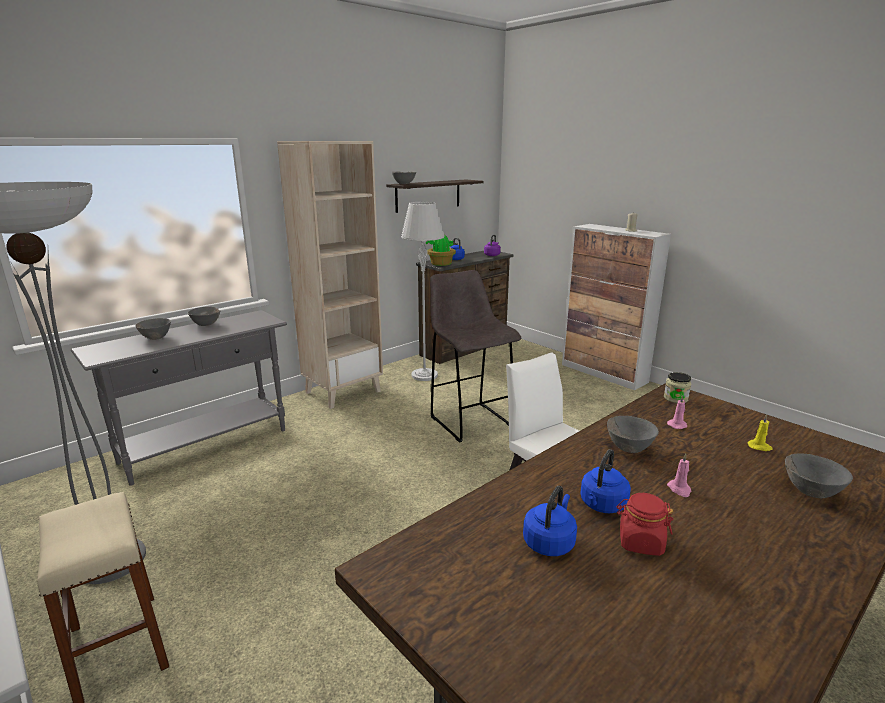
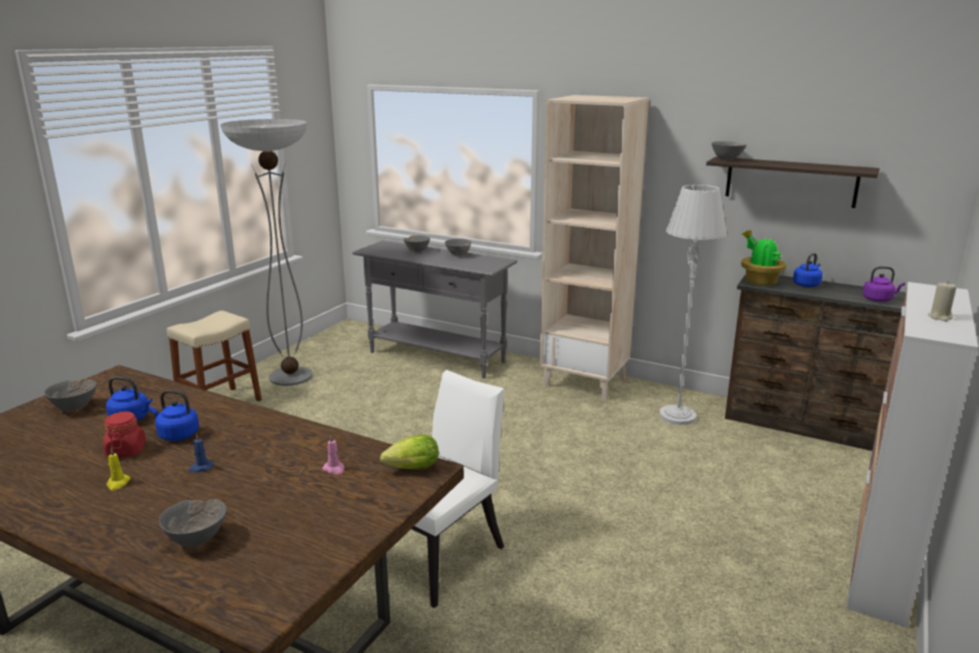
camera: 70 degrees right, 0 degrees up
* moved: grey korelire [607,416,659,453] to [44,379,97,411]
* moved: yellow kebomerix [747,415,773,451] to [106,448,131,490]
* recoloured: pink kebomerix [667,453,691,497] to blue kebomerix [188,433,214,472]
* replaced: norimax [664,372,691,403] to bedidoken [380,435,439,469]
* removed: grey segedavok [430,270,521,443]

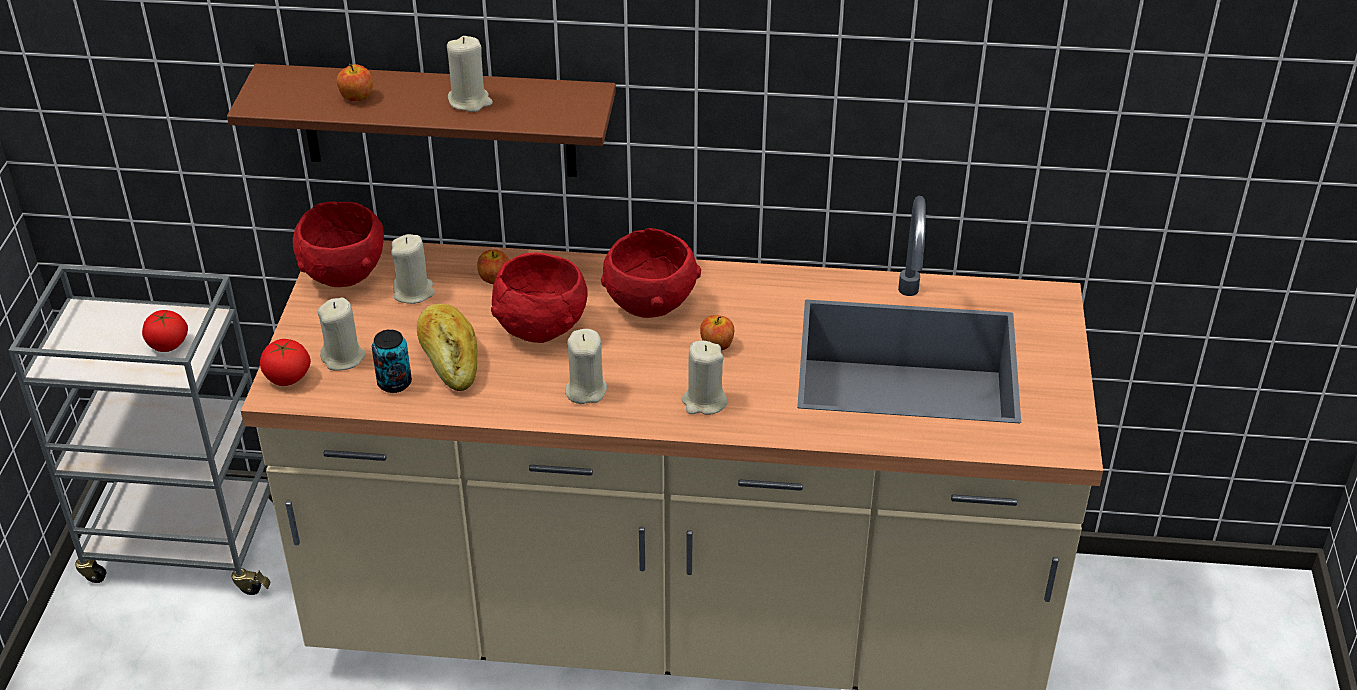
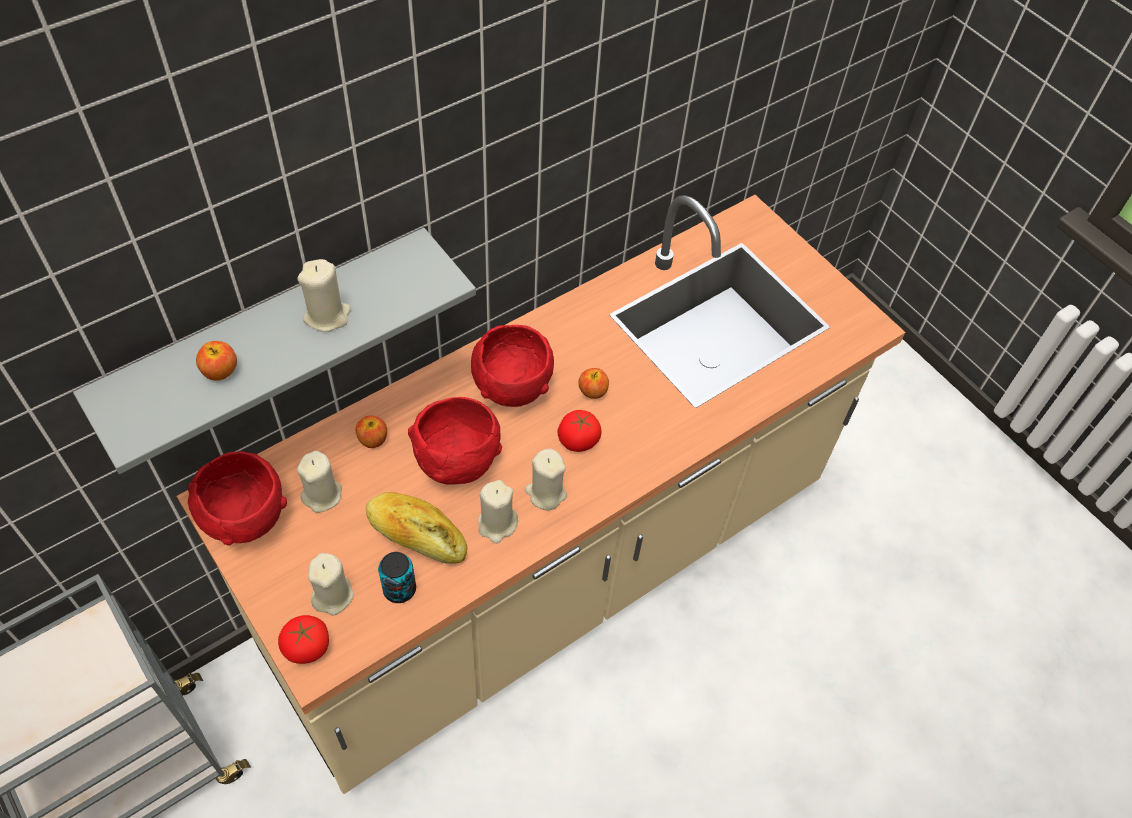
camera: 45 degrees left, 15 degrees up
* recoloured: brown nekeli [227,64,616,177] to grey nekeli [73,228,476,474]
* moved: beige kebomerix [682,341,728,415] to [478,480,518,544]
* moved: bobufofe [142,310,188,352] to [558,410,602,452]

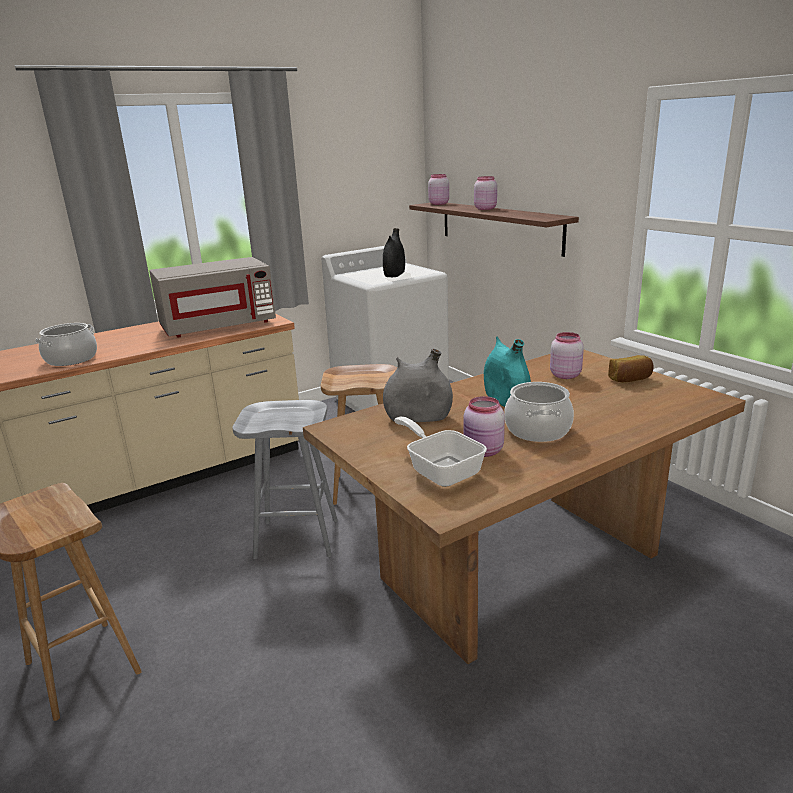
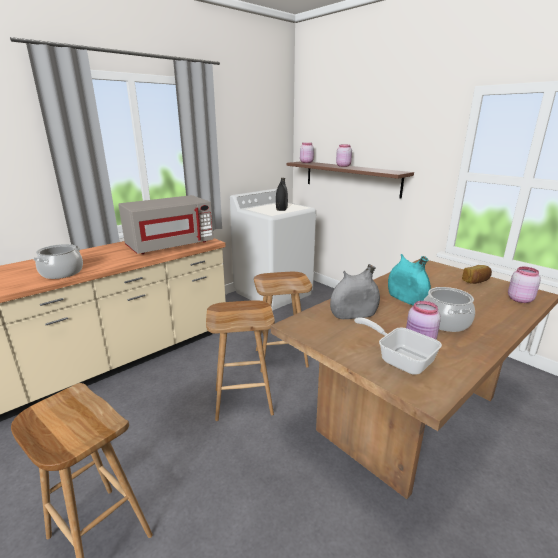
camera: 10 degrees left, 0 degrees up
* recoloured: grey segedavok [232,400,338,559] to brown segedavok [206,300,275,421]
* moved: pink norimax [550,332,584,379] to [508,267,541,303]

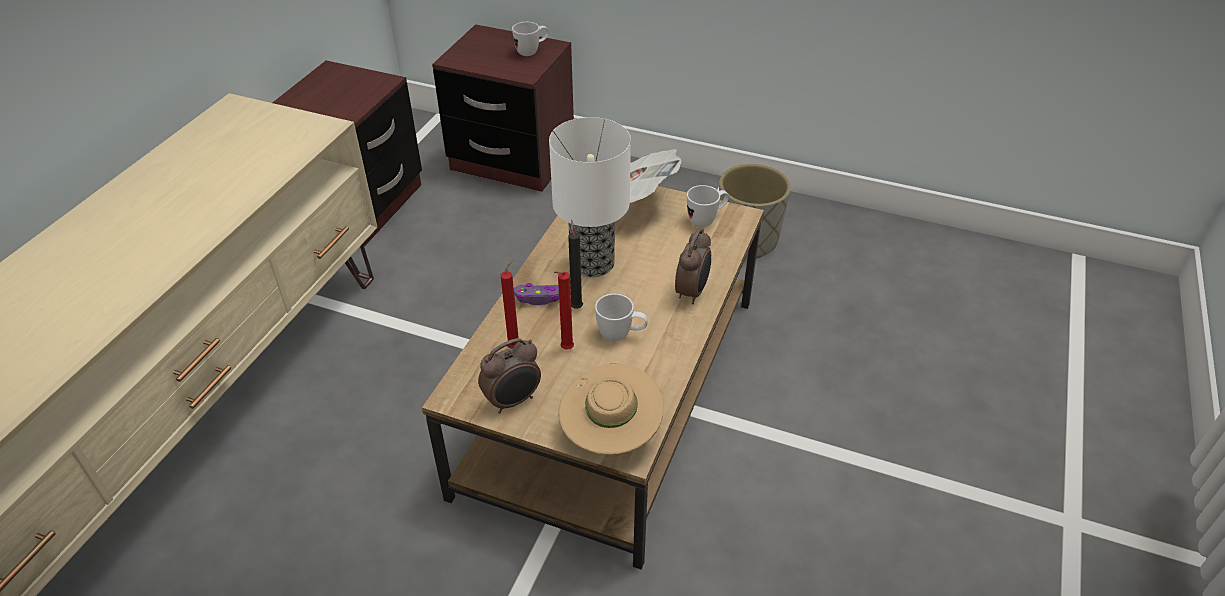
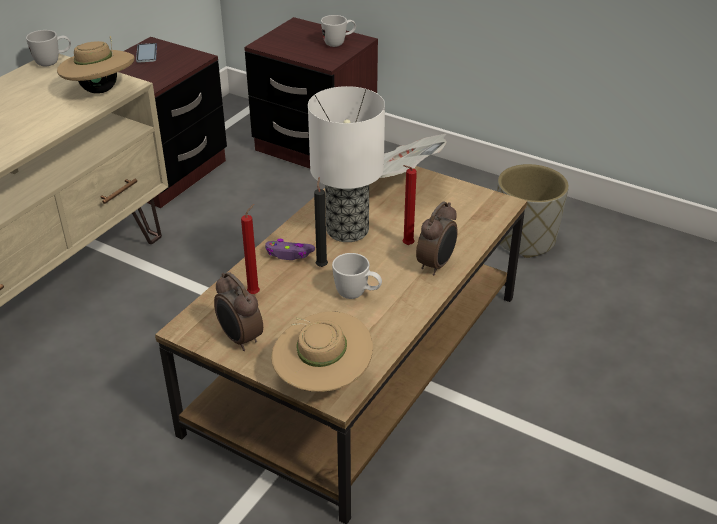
camera: 10 degrees right, 5 degrees down
* moved: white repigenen [687,185,729,227] to [26,30,71,66]
* added: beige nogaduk [57,36,135,94]
* added: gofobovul [136,43,157,63]
* turned: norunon [478,338,541,414] = [214,272,263,351] 75 degrees clockwise
* moved: red kebomerix [554,271,574,349] to [402,165,417,245]

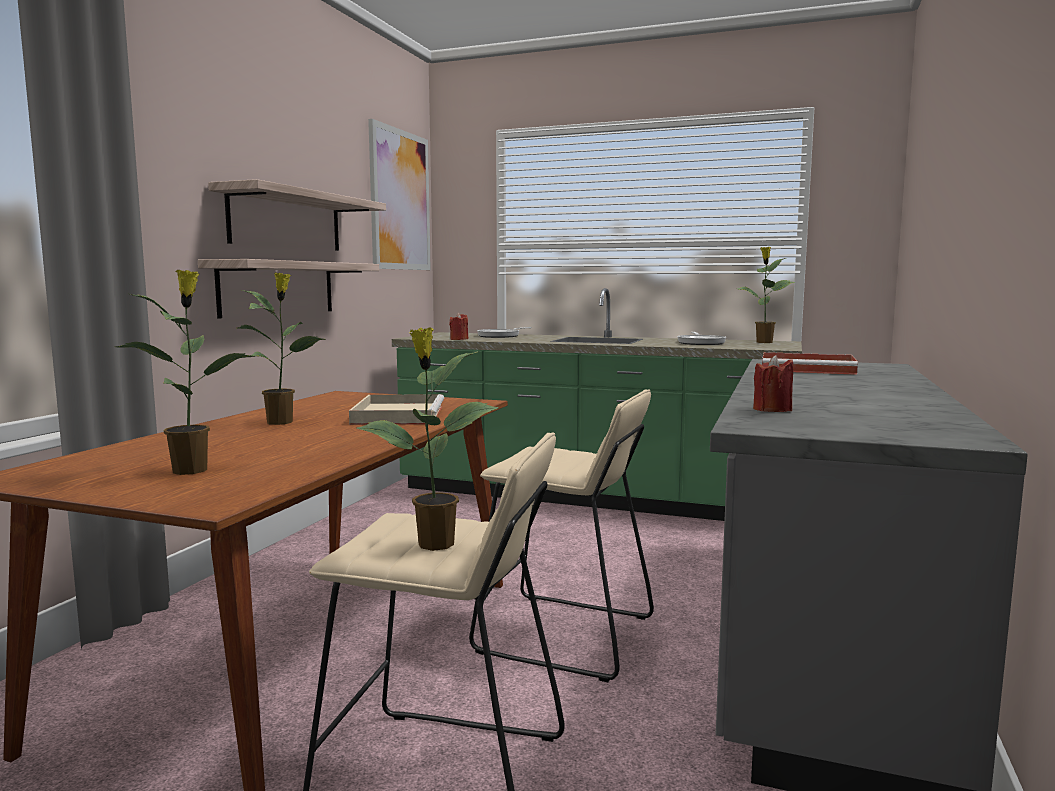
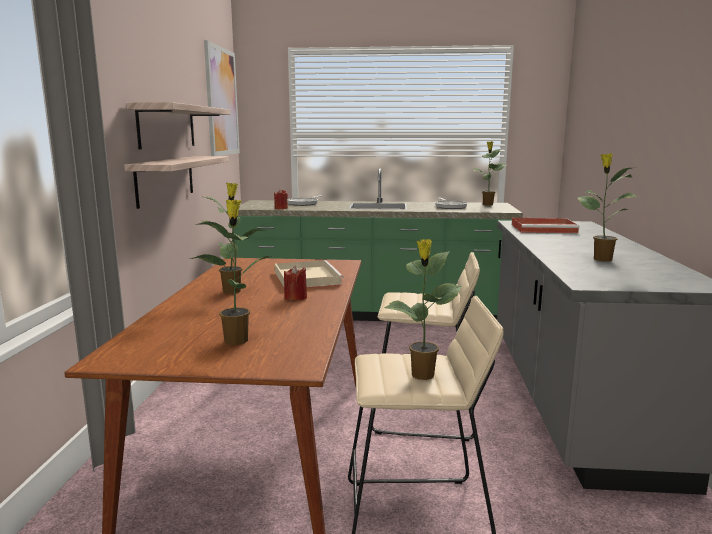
camera: 15 degrees left, 5 degrees up
* moved: red kebomerix [753,355,793,412] to [284,265,307,301]
* added: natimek [577,153,638,262]

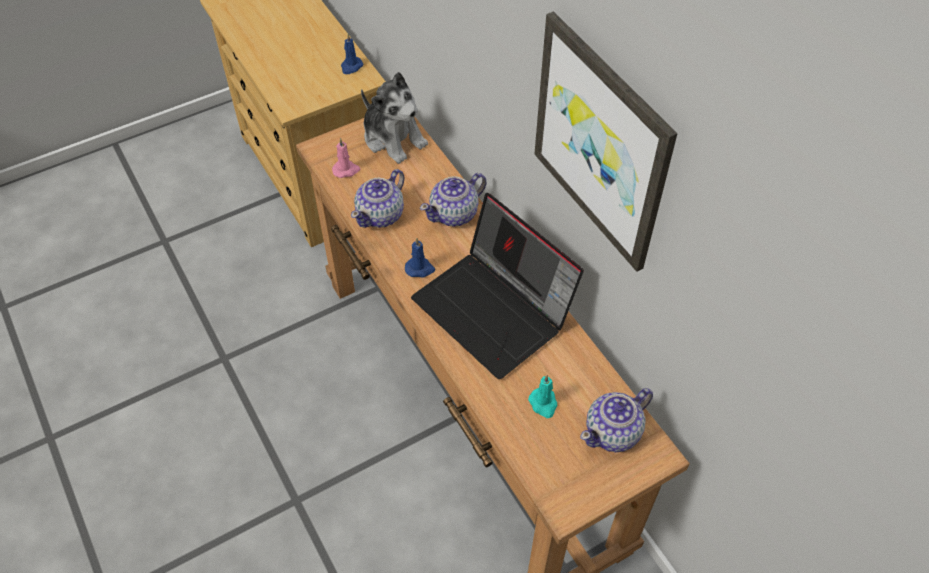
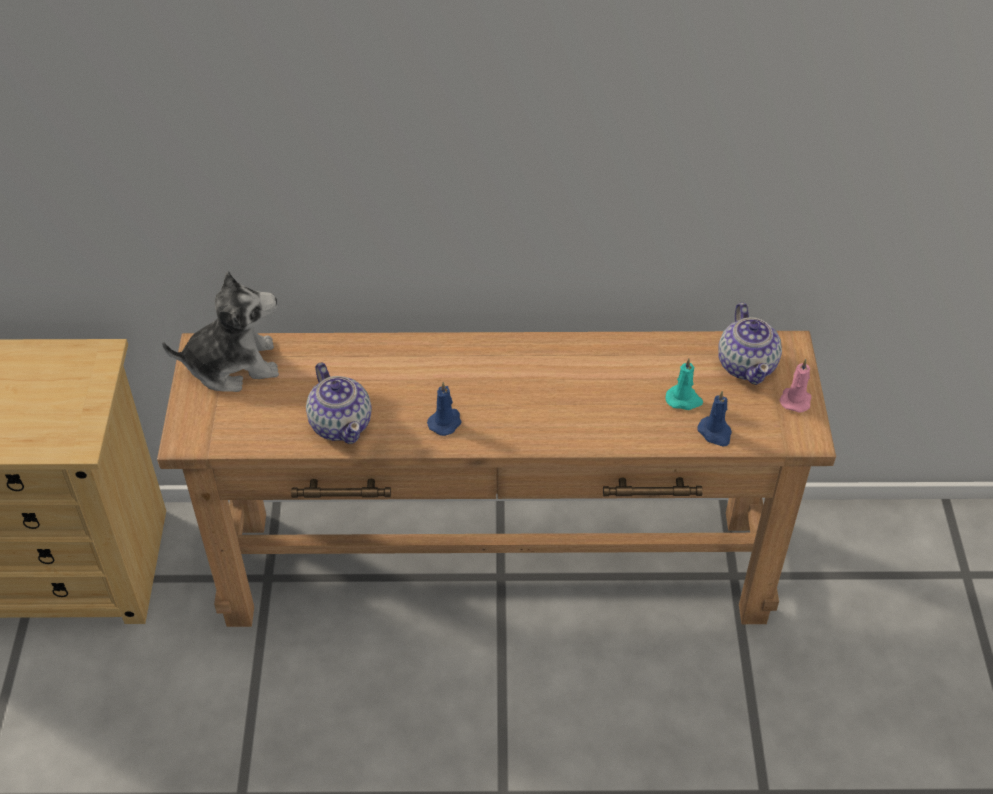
camera: 60 degrees left, 5 degrees down
* moved: blue kebomerix [341,34,363,75] to [697,391,732,447]
* moved: pink kebomerix [332,138,360,178] to [779,359,811,413]
* removed: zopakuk [411,193,584,379]
* removed: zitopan [420,173,487,227]
* removed: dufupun [534,11,677,272]

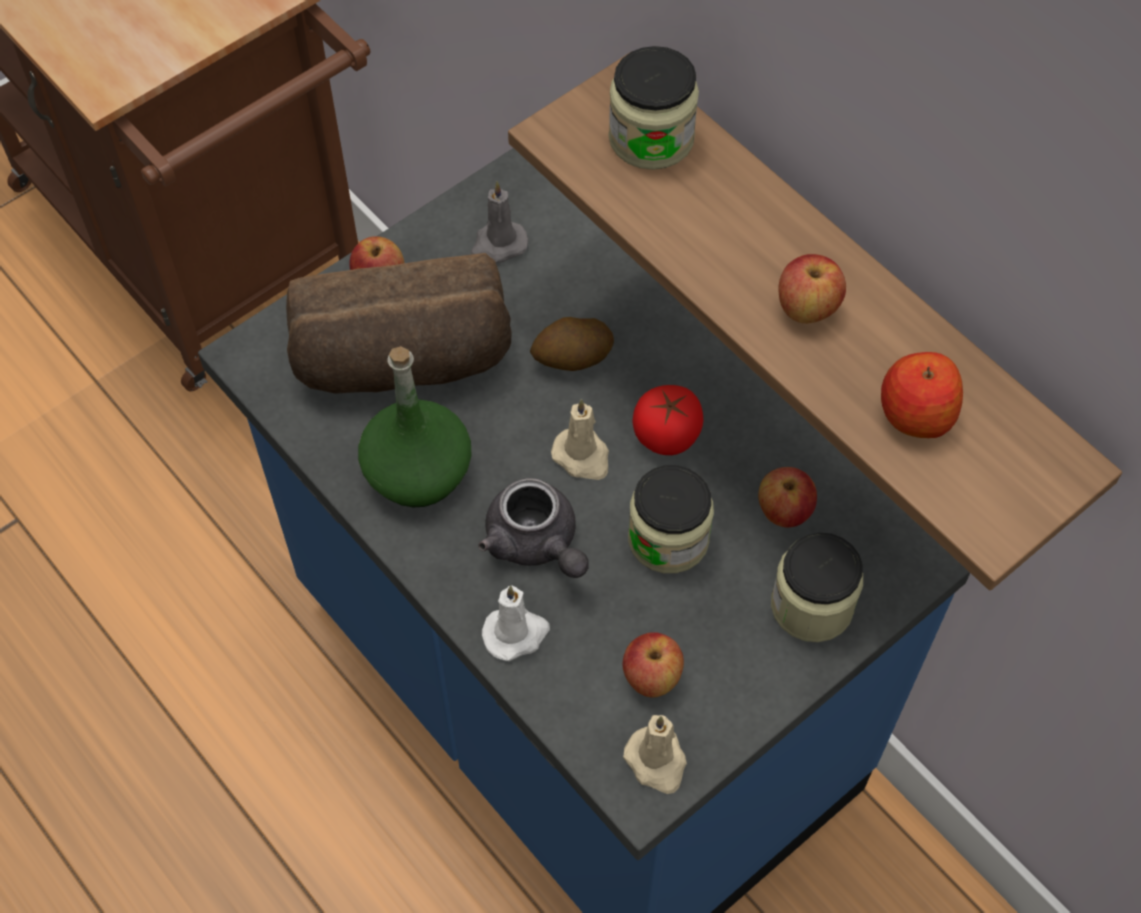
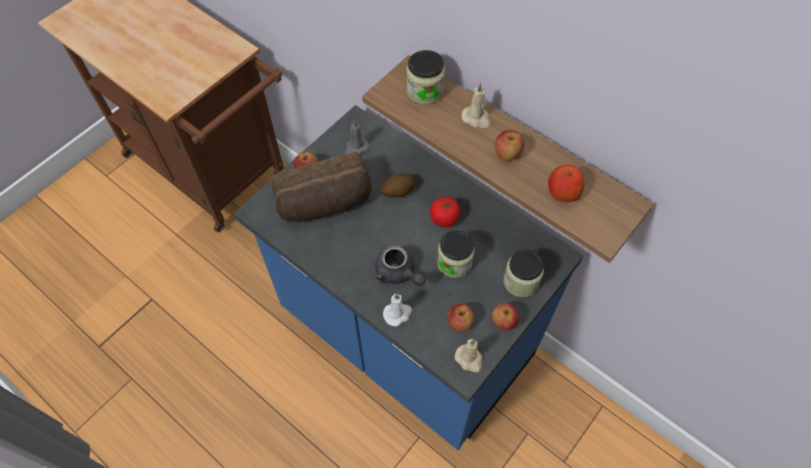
camera: 10 degrees left, 0 degrees up
* moved: beige kebomerix [551,399,609,480] to [461,83,491,128]
* moved: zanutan [758,467,817,528] to [492,303,519,331]
* removed: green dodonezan [358,346,472,507]

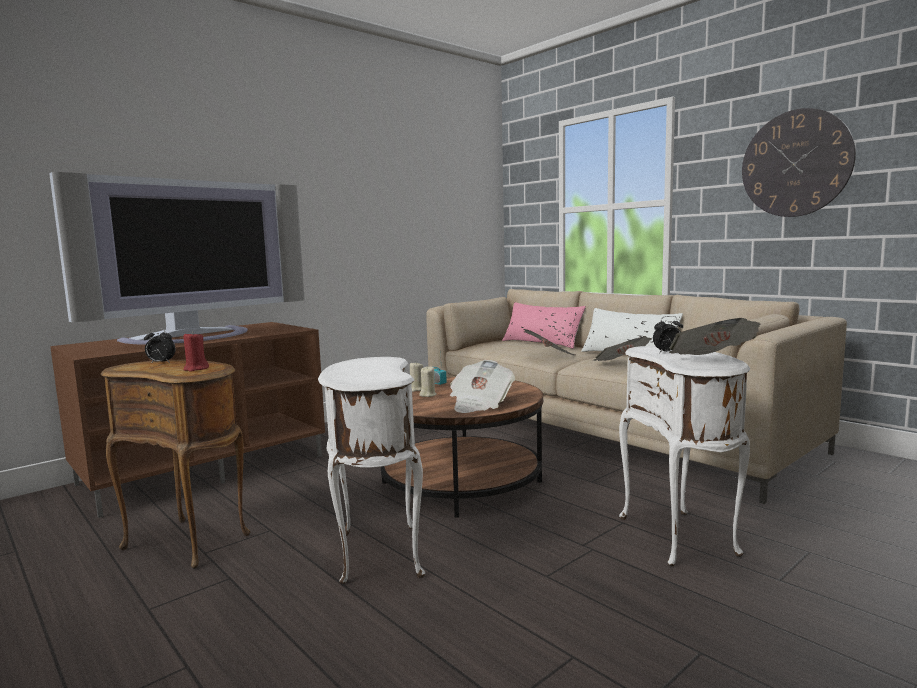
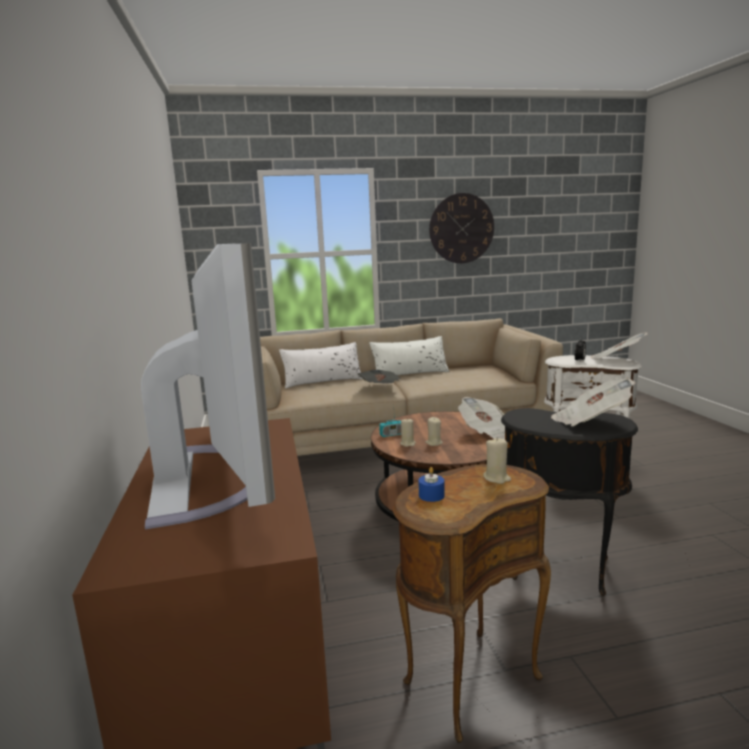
camera: 60 degrees left, 5 degrees up
* recoloured: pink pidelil [502,302,586,349] to white pidelil [279,342,363,389]
* replaced: norunon [144,328,176,364] to blue kebomerix [419,467,445,502]
* recoloured: red kebomerix [183,331,209,372] to beige kebomerix [483,437,511,484]
* recoloured: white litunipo [318,357,425,584] to black litunipo [501,408,638,596]
* moved: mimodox [593,336,652,361] to [551,379,635,426]

